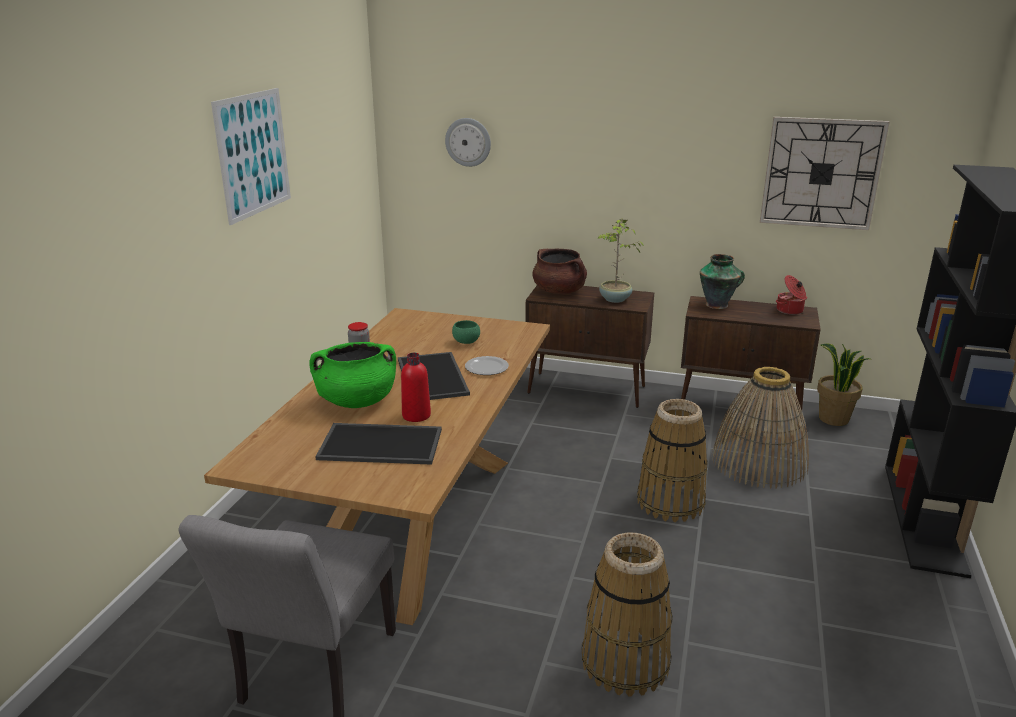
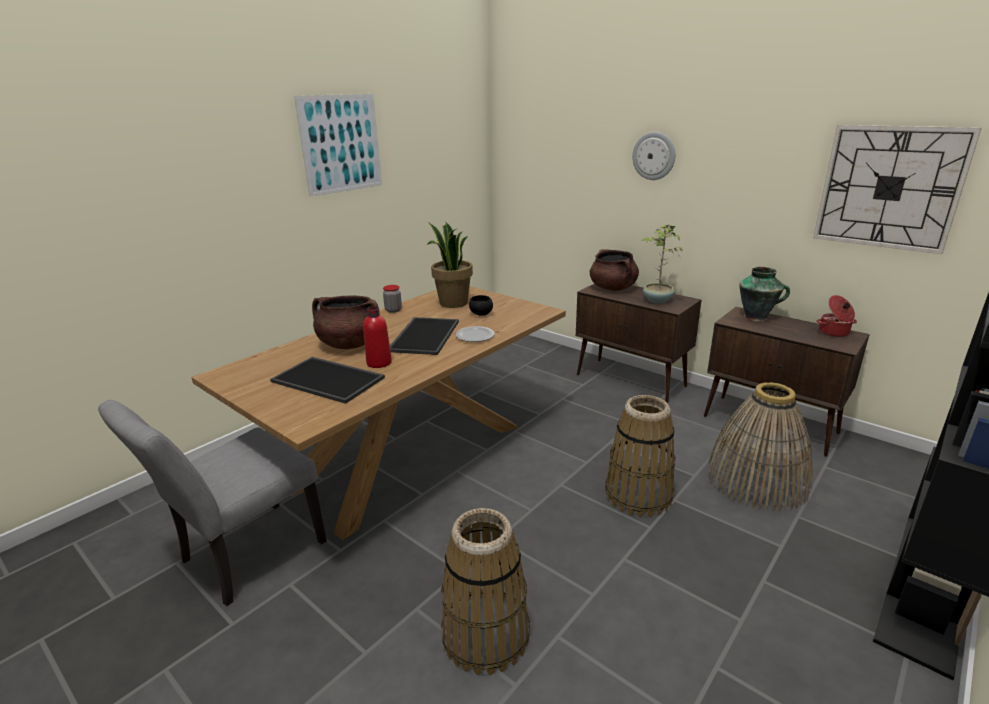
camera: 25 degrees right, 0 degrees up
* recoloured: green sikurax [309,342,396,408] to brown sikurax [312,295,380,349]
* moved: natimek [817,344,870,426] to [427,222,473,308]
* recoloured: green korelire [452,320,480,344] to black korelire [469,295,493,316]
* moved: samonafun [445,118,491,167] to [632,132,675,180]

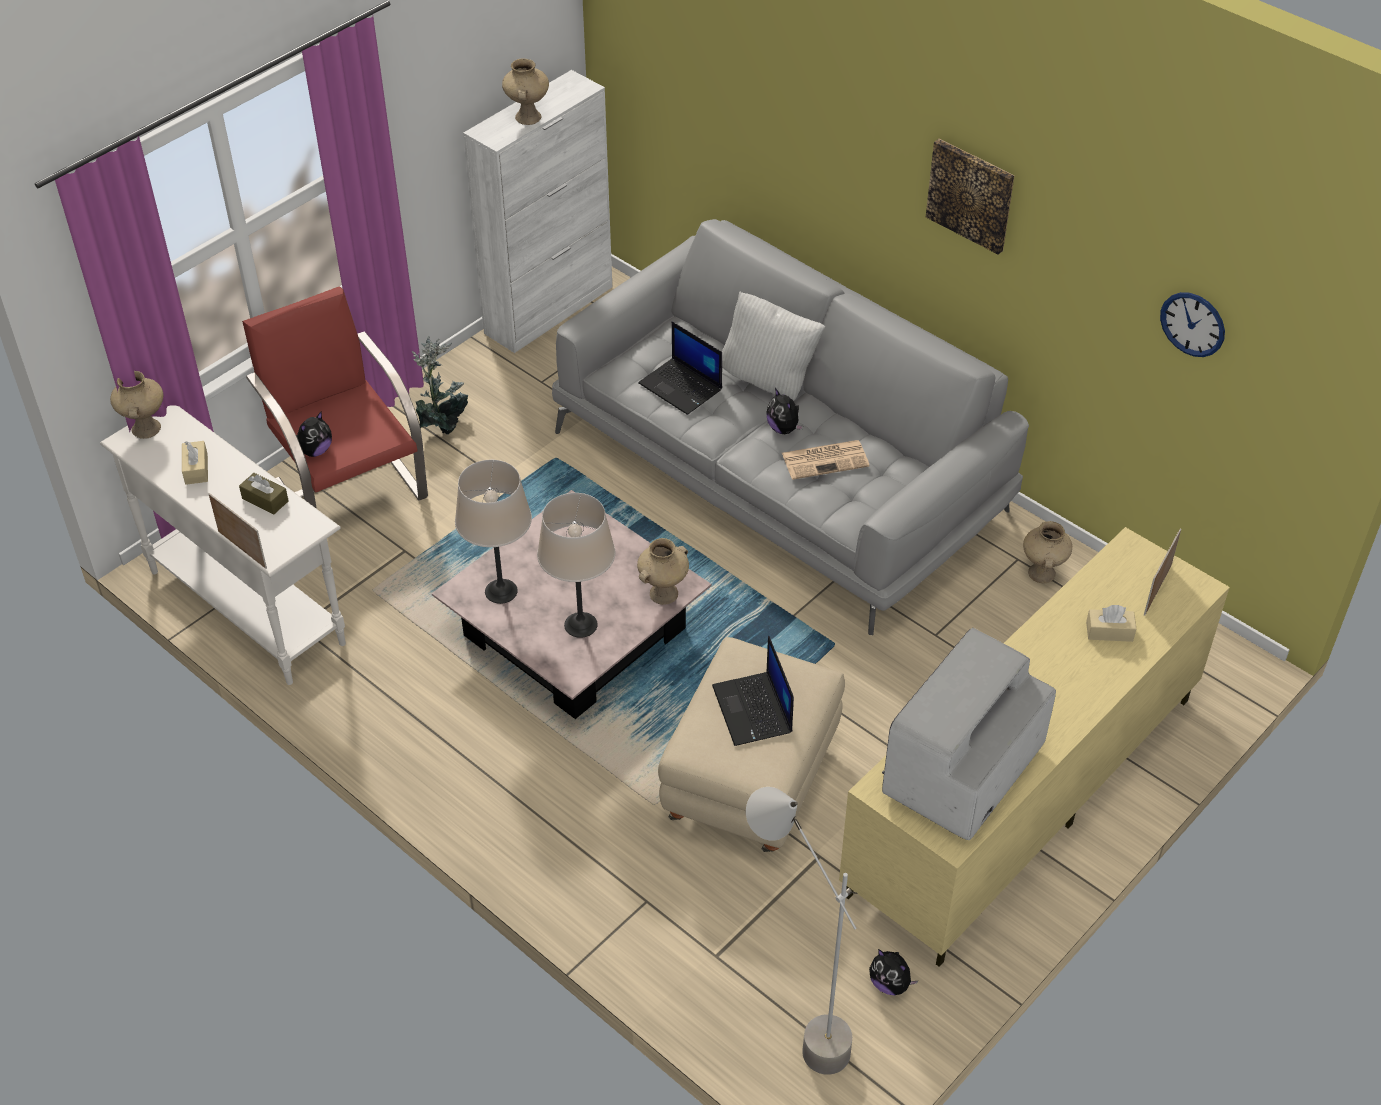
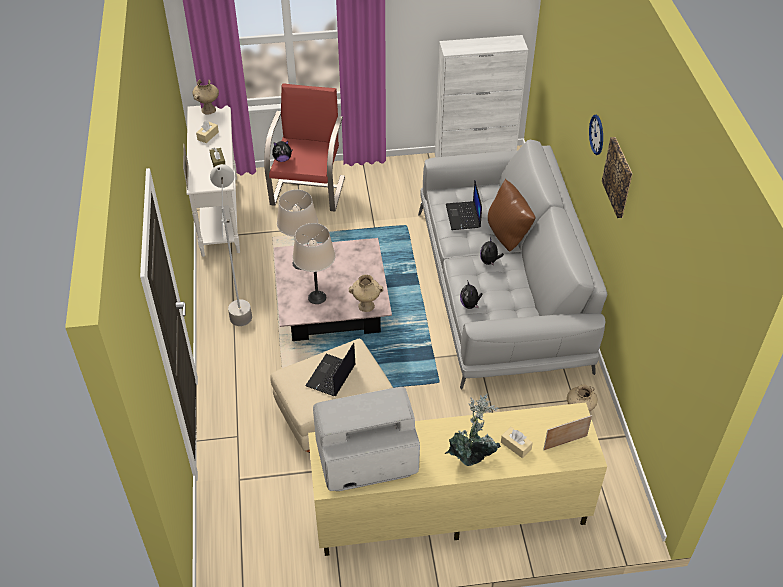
camera: 40 degrees right, 0 degrees up
* moved: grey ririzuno [746,787,857,1075] to [210,164,252,326]
* moved: natimek [411,336,468,435] to [445,394,501,466]
* moved: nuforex [869,949,919,995] to [460,282,482,309]
* recoloured: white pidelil [722,291,825,401] to brown pidelil [488,179,536,252]
* moved: samonafun [1160,292,1225,357] to [589,115,603,155]
* removed: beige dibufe [502,58,549,125]
* removed: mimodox [782,440,870,480]

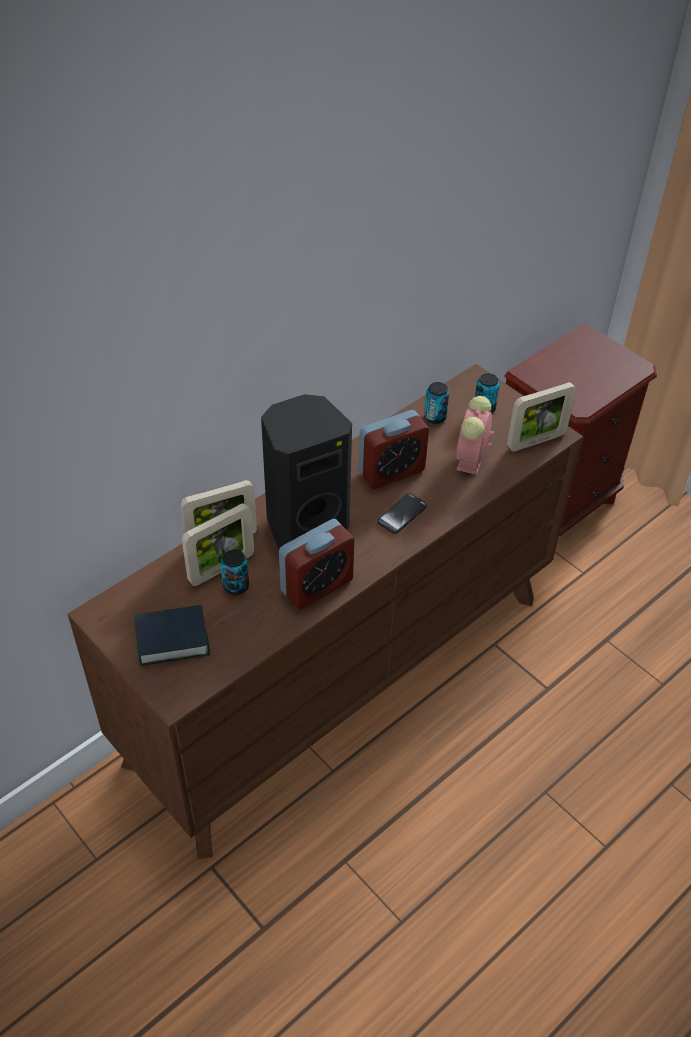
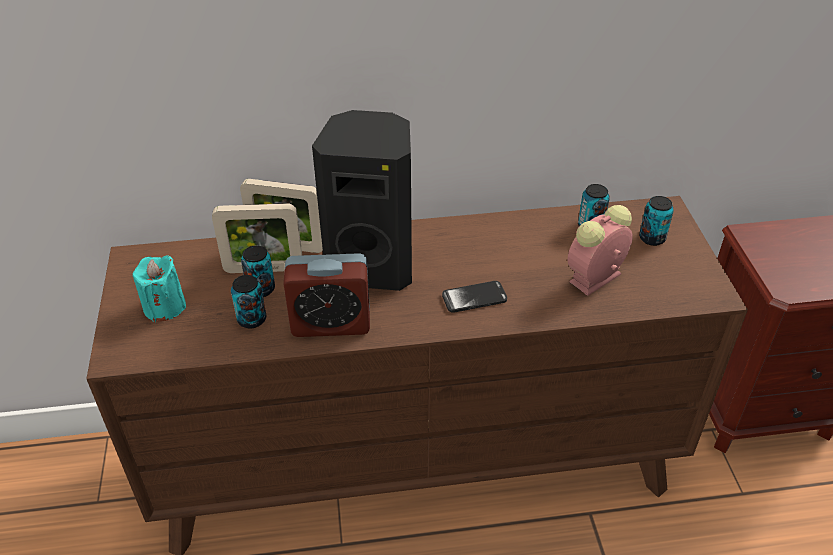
camera: 35 degrees right, 5 degrees down
* replaced: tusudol [134,605,210,666] to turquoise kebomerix [133,255,186,322]
* added: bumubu [231,275,266,328]
* removed: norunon [358,410,429,489]
* removed: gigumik [507,382,576,452]

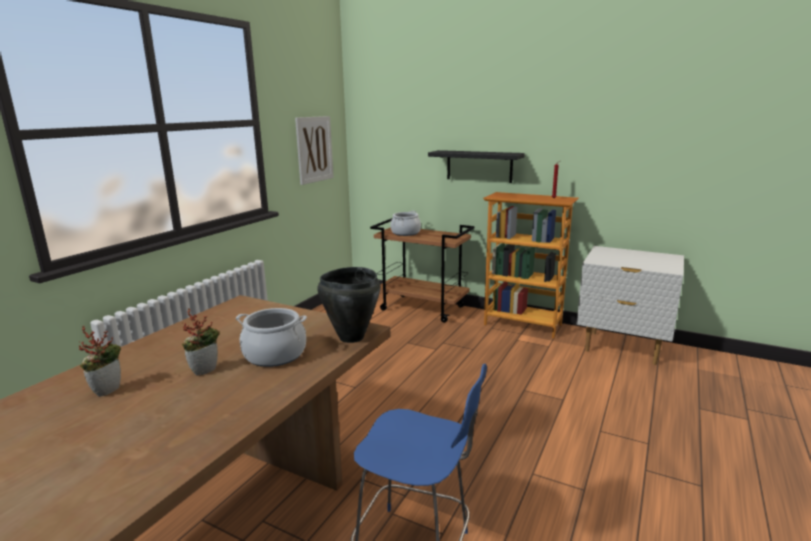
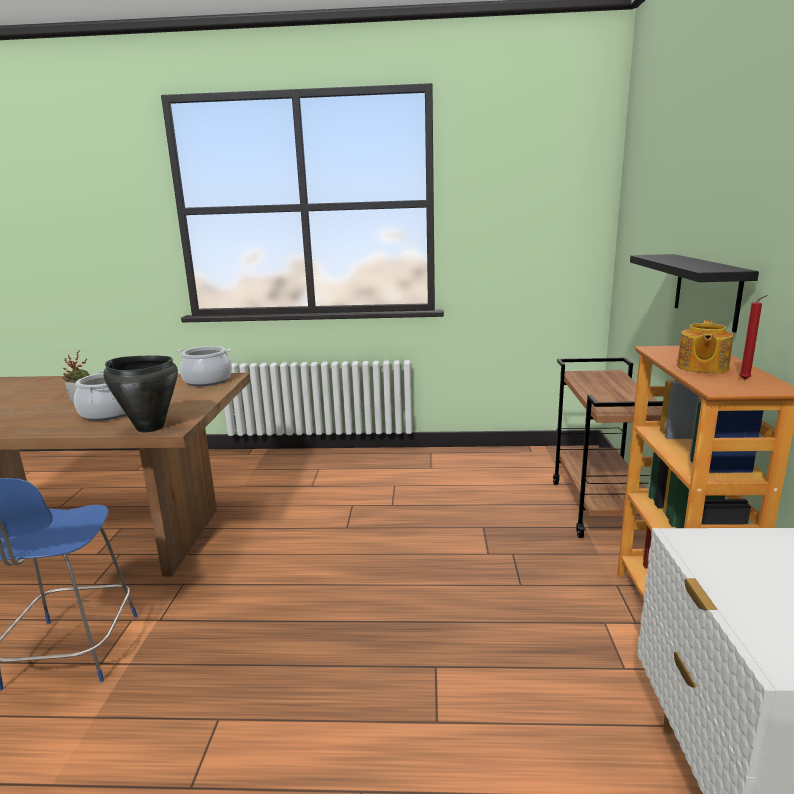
camera: 65 degrees right, 0 degrees up
* moved: sikurax [390,211,421,236] to [176,346,232,386]
* added: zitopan [677,320,733,374]
* removed: natimek [79,326,121,397]
* removed: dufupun [295,116,334,185]

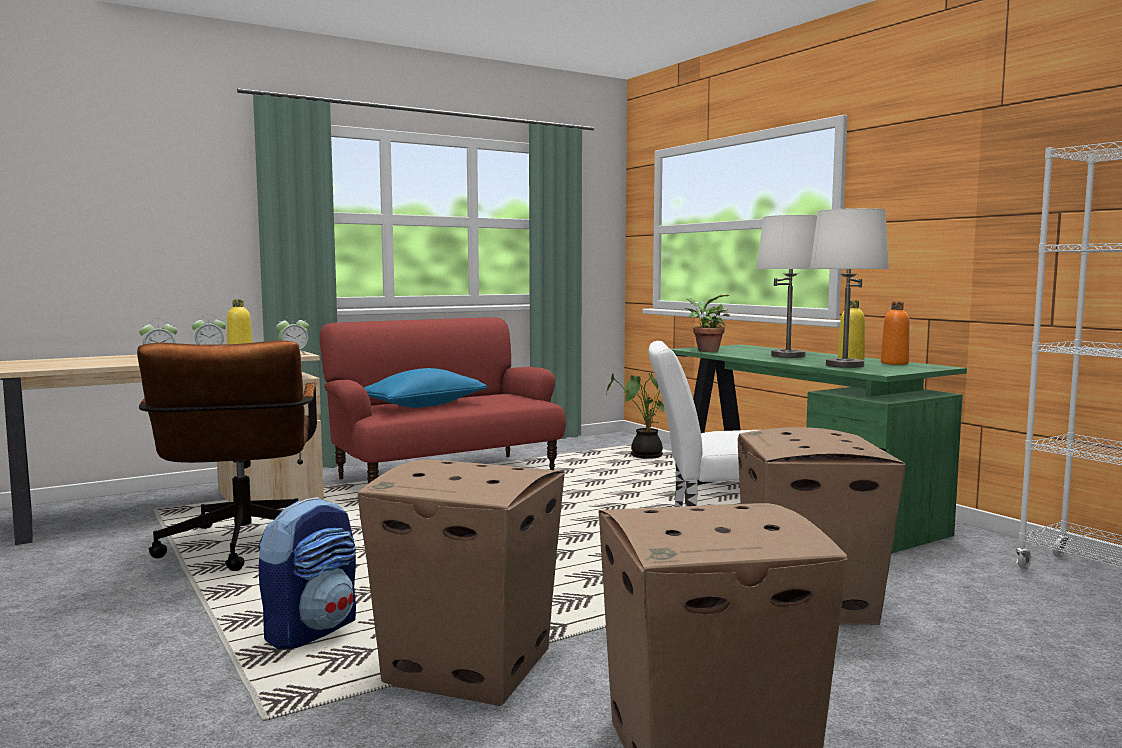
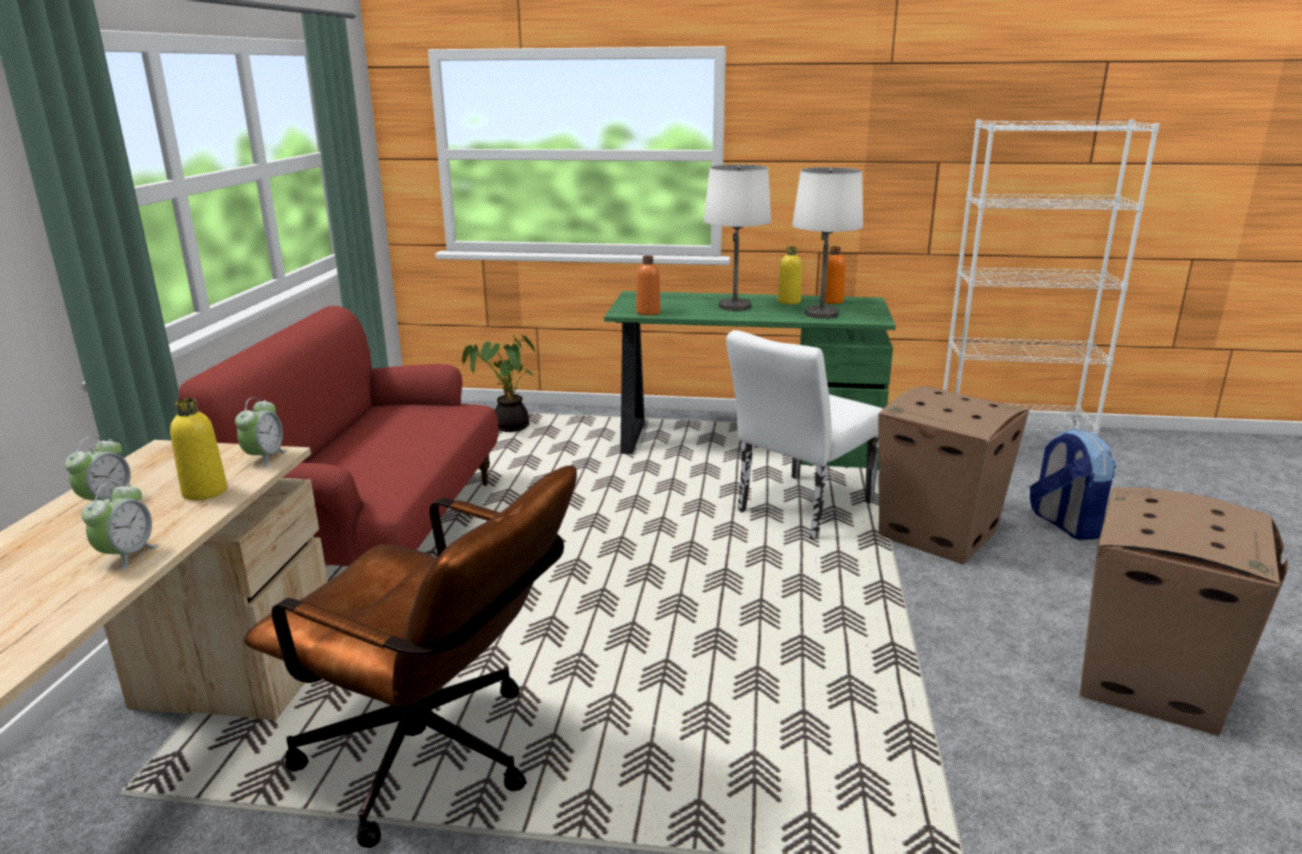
camera: 50 degrees left, 15 degrees up
* replaced: natimek [685,294,730,352] to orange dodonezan [636,255,661,316]
* moved: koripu [258,497,356,650] to [1030,428,1116,540]
* removed: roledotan [358,460,565,706]
* removed: blue pidelil [364,368,487,408]

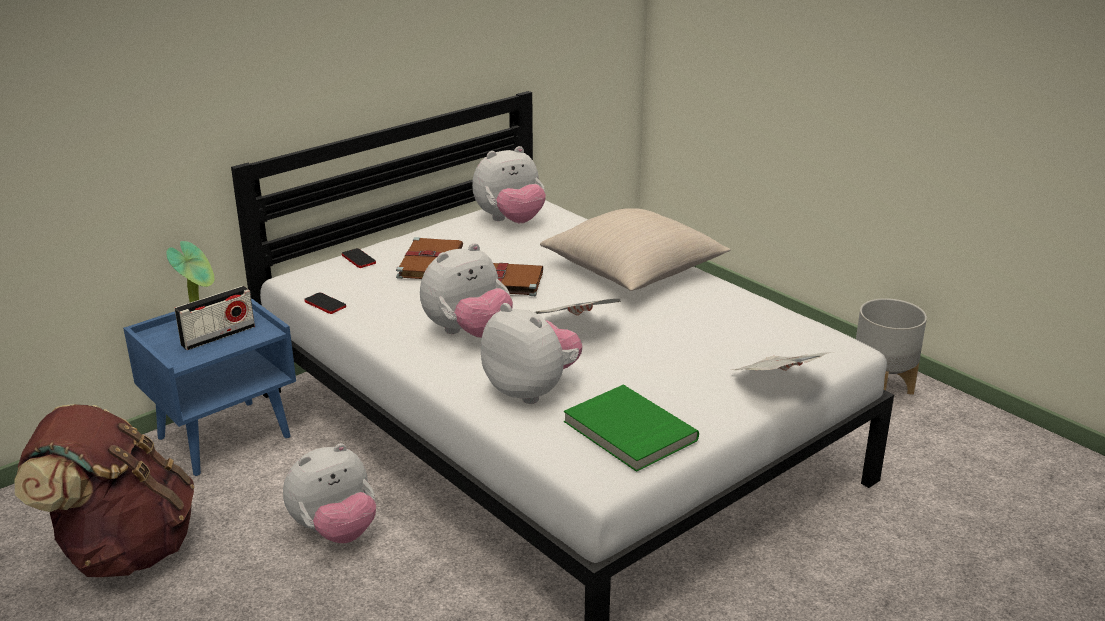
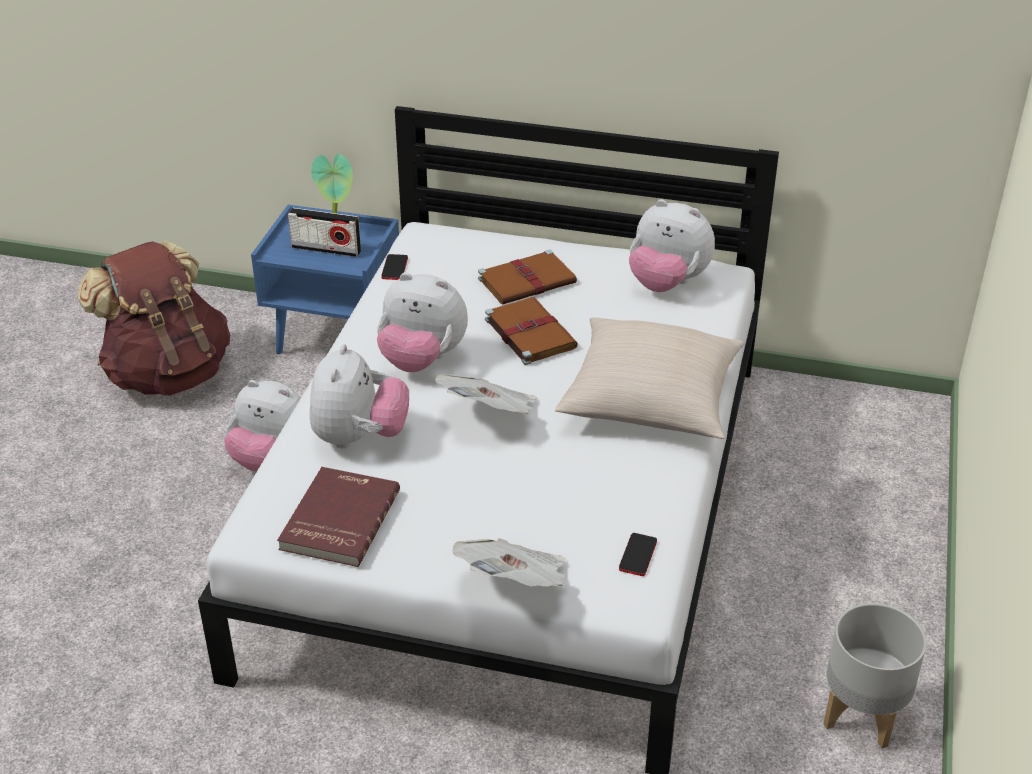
camera: 55 degrees right, 10 degrees up
* recoloured: green tusudol [564,385,699,472] to red tusudol [277,467,400,567]
* moved: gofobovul [342,248,376,268] to [619,533,657,576]

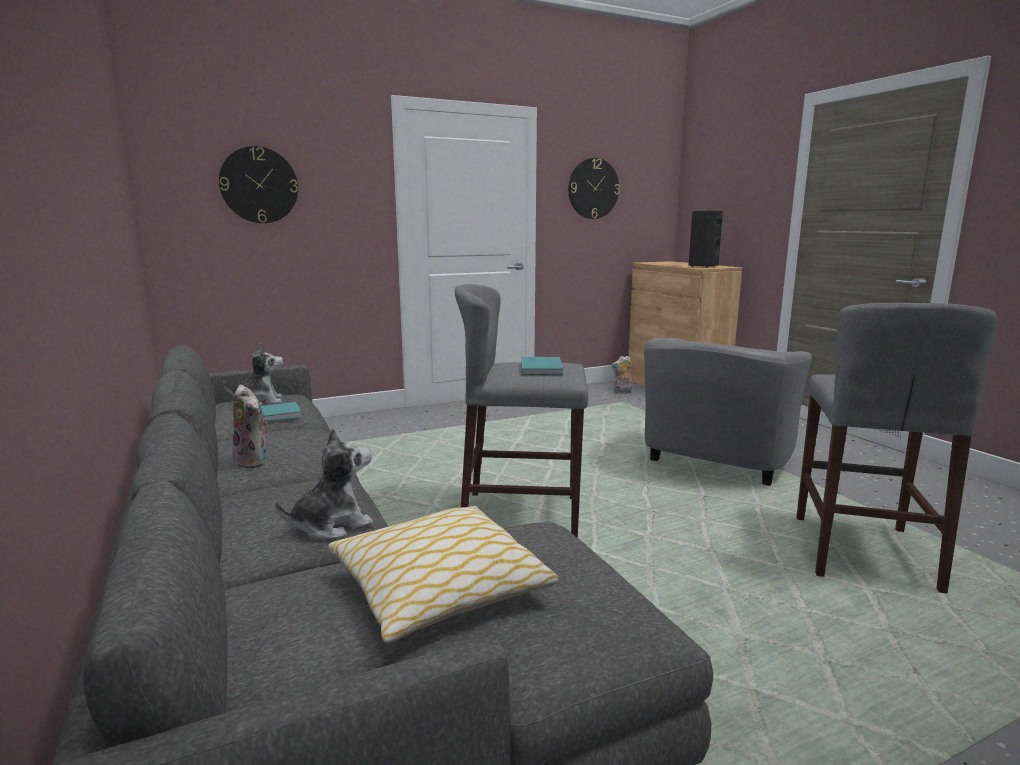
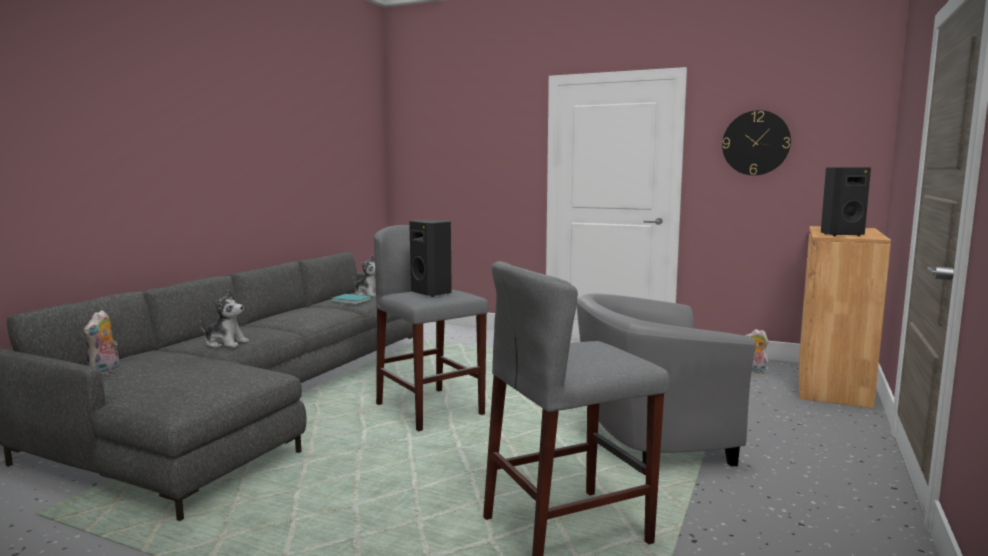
camera: 50 degrees right, 5 degrees down
* moved: nuforex [232,384,267,469] to [84,310,119,376]
* replaced: turquoise tusudol [521,357,563,375] to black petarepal [409,220,452,297]
* removed: samonafun [219,146,298,223]
* removed: pidelil [328,506,559,644]

